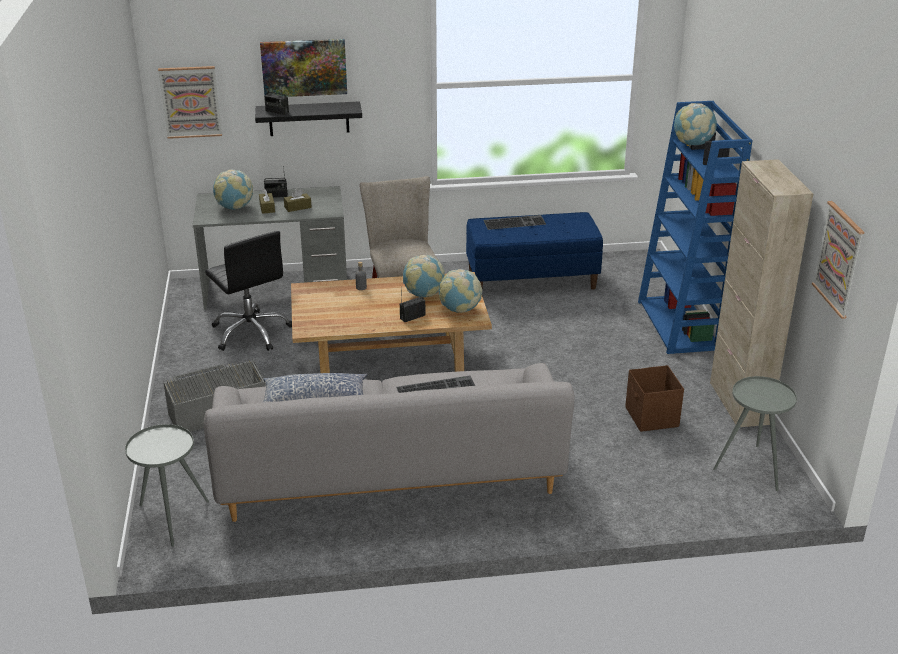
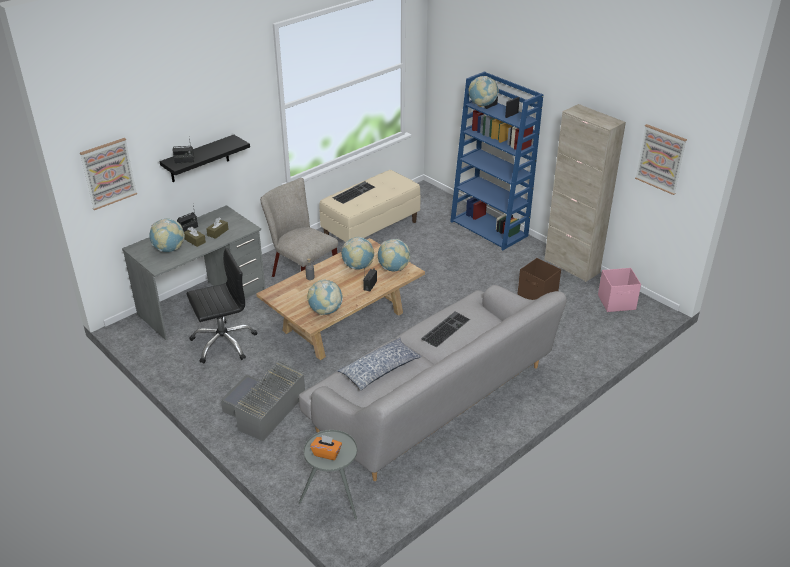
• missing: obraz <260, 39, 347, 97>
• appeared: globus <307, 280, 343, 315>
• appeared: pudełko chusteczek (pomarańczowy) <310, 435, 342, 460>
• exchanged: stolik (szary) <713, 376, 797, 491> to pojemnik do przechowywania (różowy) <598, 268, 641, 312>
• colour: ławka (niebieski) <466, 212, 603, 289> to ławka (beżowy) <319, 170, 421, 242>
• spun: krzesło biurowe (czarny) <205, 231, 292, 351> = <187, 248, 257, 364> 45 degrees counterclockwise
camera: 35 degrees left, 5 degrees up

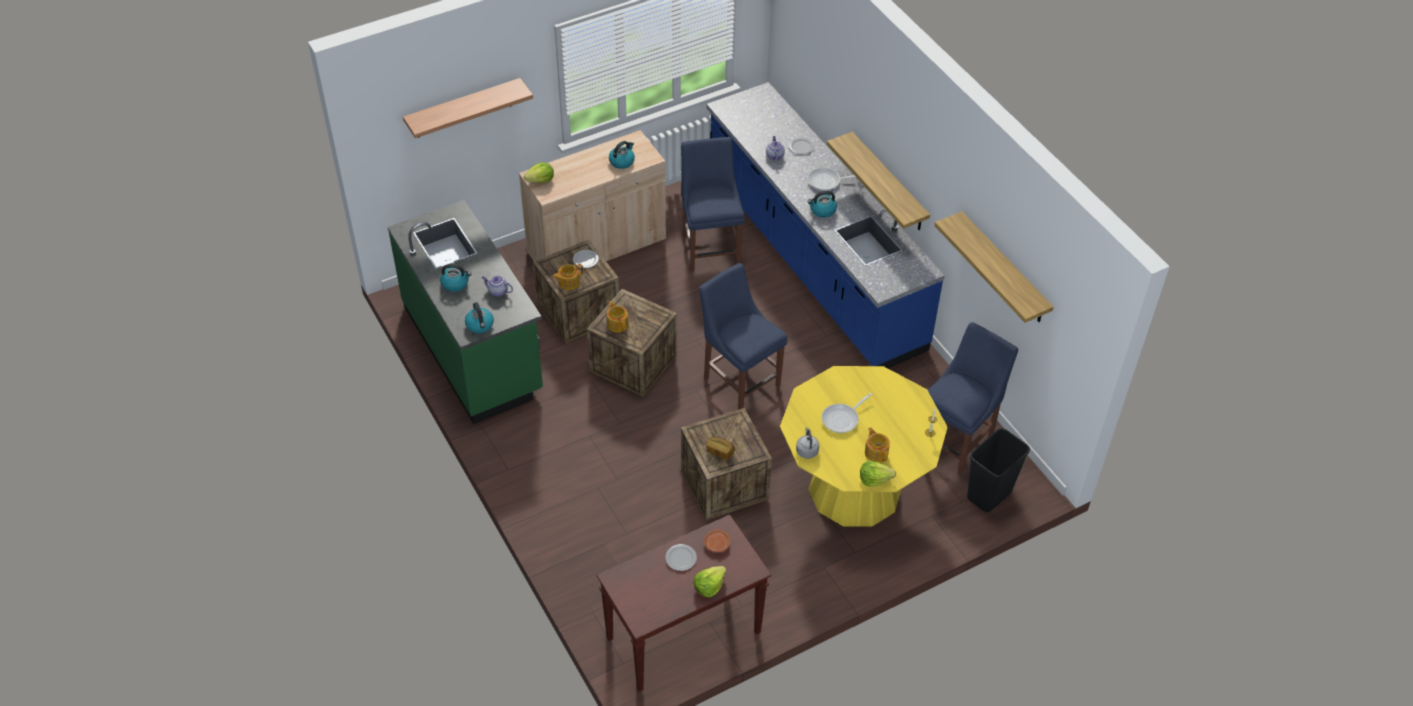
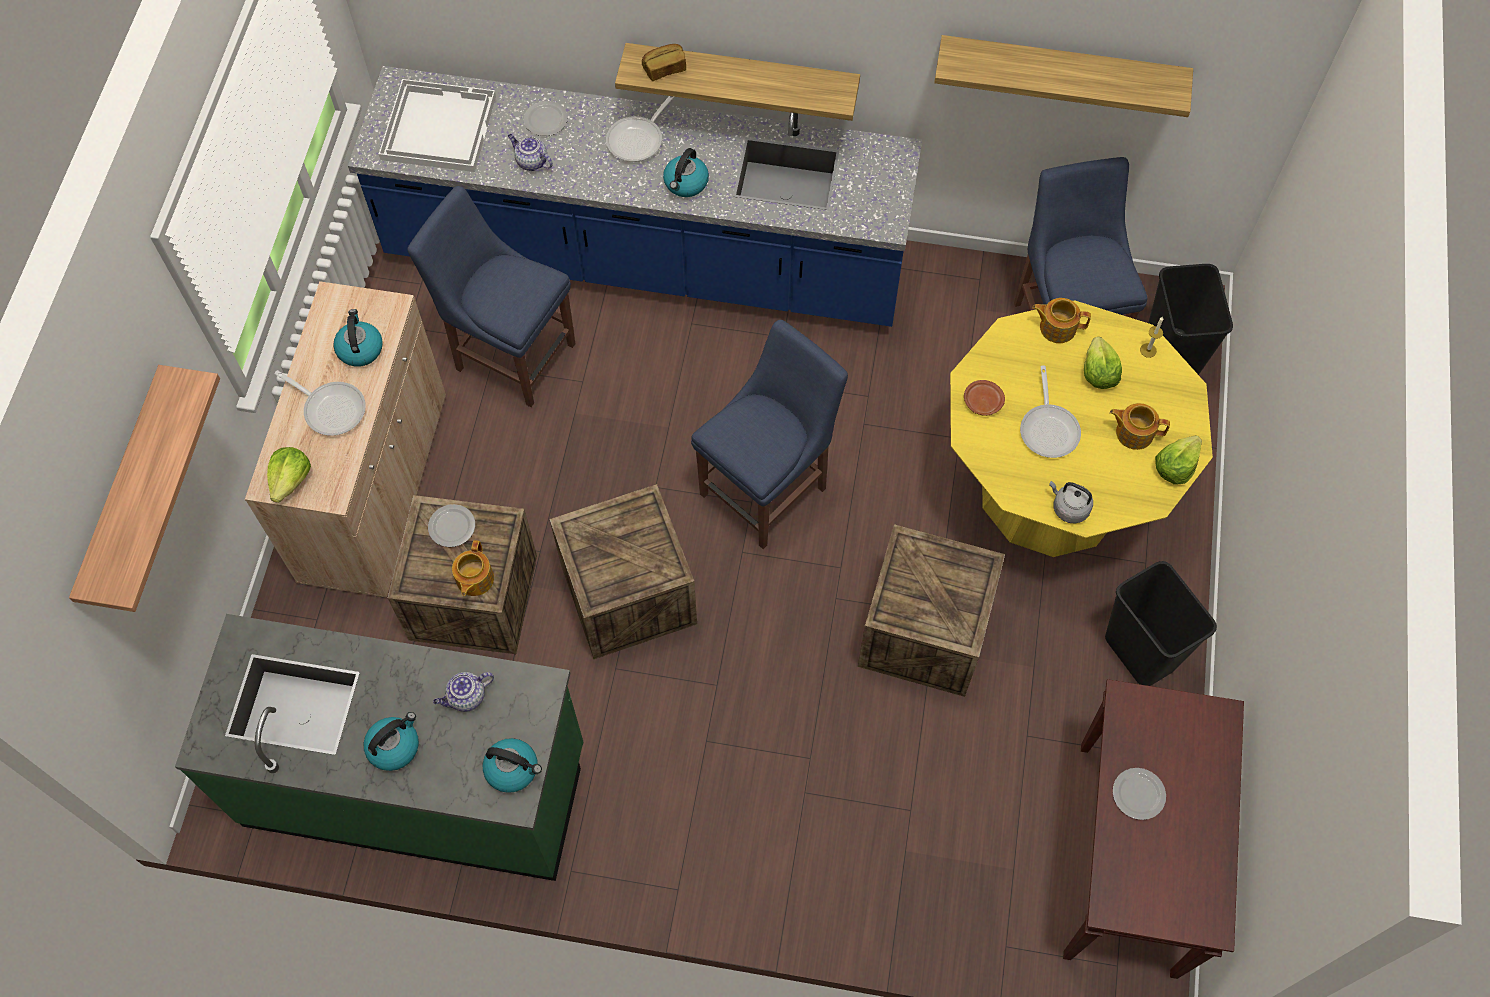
• appeared: patelnia <274, 370, 366, 436>
• appeared: taca (biały) <379, 79, 496, 172>
• appeared: kosz na śmieci (czarny) <1105, 561, 1217, 686>
• relocated: imbryk <607, 301, 628, 332> to <1032, 298, 1091, 343>
• relocated: sałata <693, 566, 726, 597> to <1084, 337, 1122, 389>
• relocated: talerz (brązowy) <704, 529, 731, 552> to <964, 380, 1005, 416>
• relocated: chleb <706, 437, 735, 461> to <642, 44, 686, 81>
• spun: krzesło (niebieski) <699, 263, 788, 410> = <691, 320, 848, 549> 135 degrees clockwise
camera: 50 degrees left, 15 degrees up

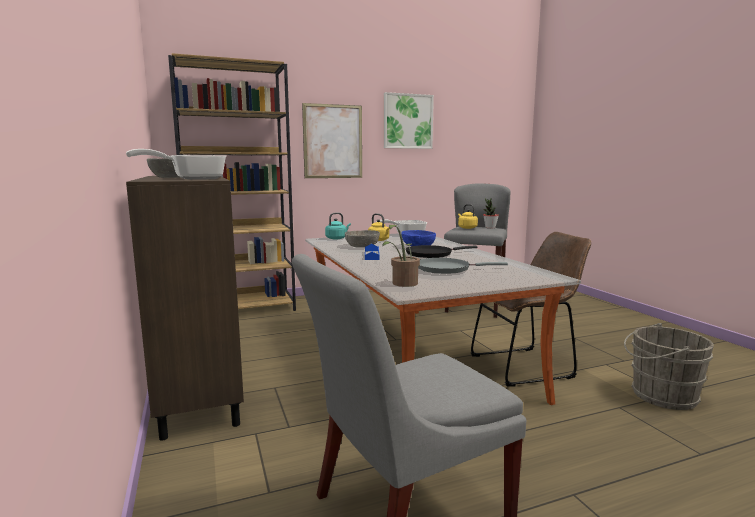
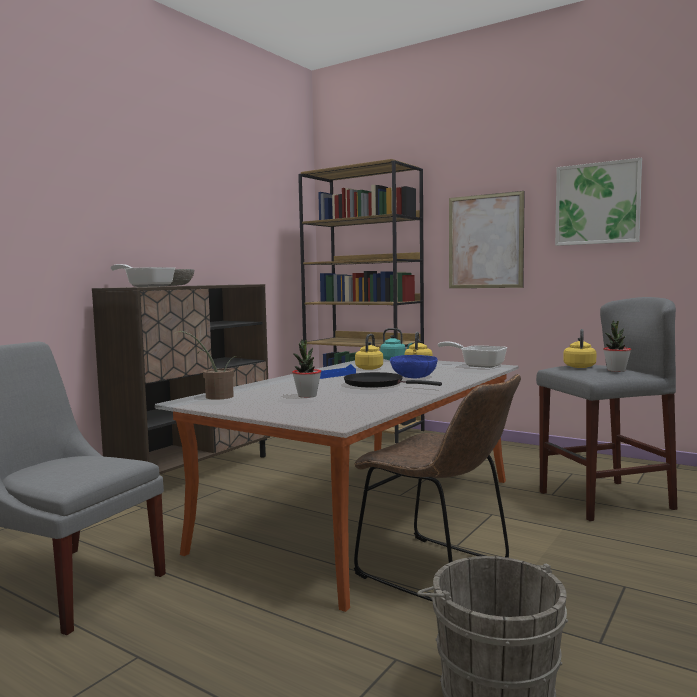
• exchanged: miska (szary) <345, 230, 380, 248> to czajnik (żółty) <355, 334, 383, 370>
• exchanged: patelnia (szary) <418, 258, 508, 274> to roślina doniczkowa <292, 339, 321, 398>
camera: 55 degrees right, 5 degrees down

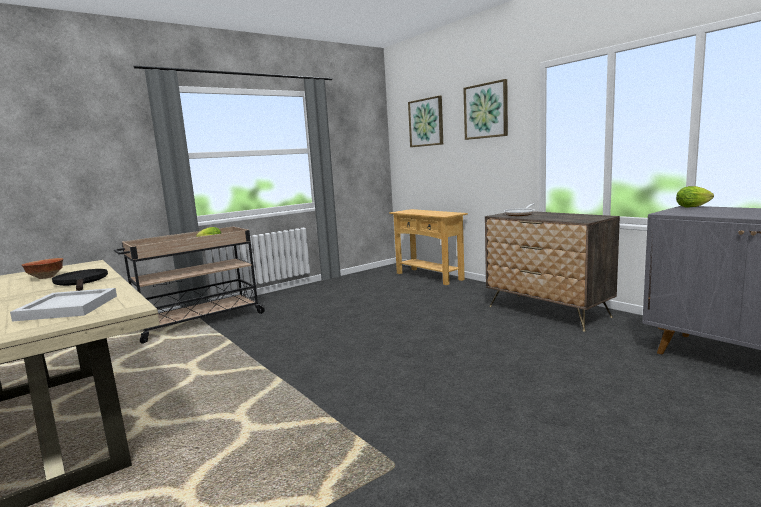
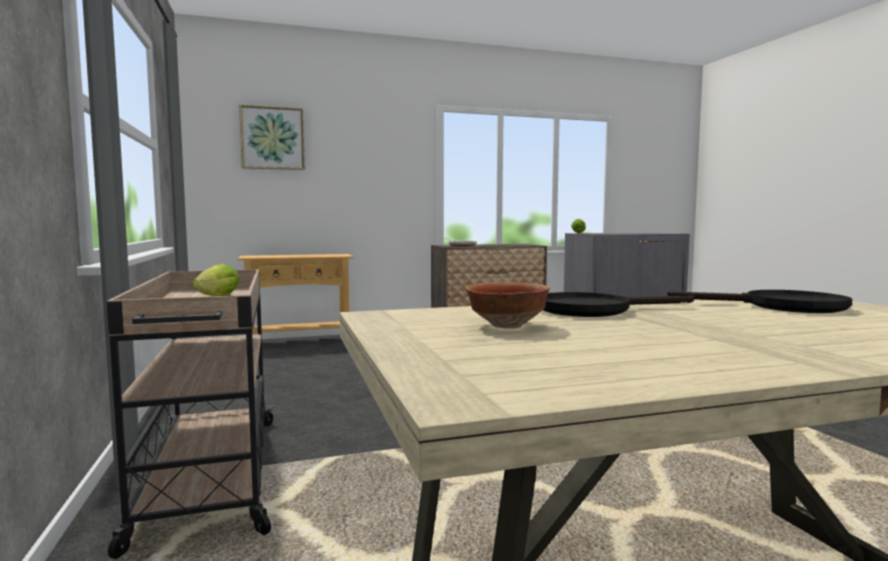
• missing: obraz <463, 79, 508, 140>
• exchanged: taca (biały) <10, 288, 117, 322> to patelnia (czarny) <668, 290, 852, 313>
camera: 70 degrees left, 5 degrees down

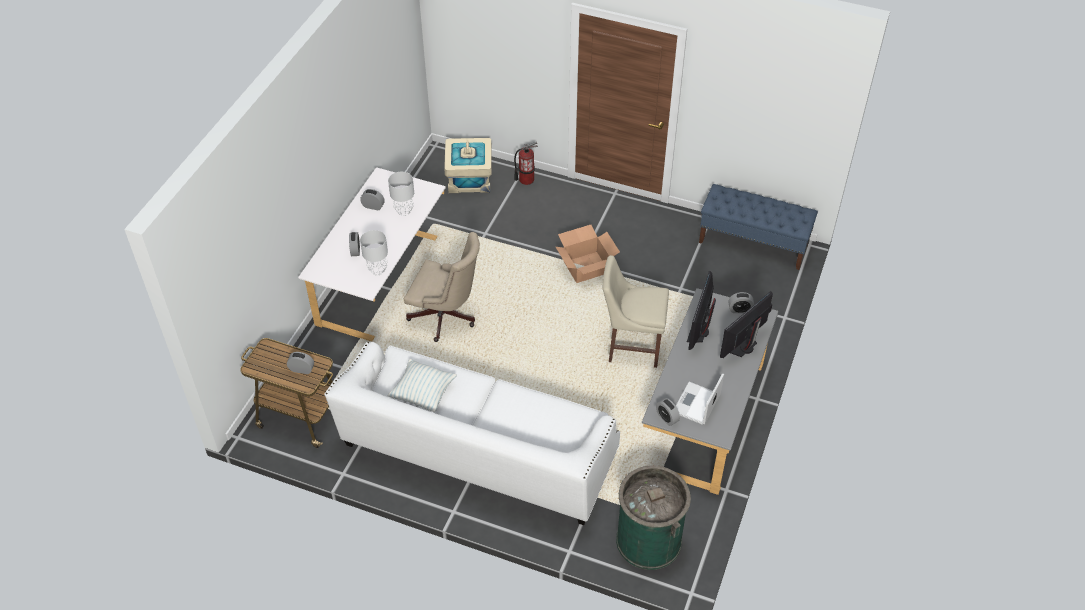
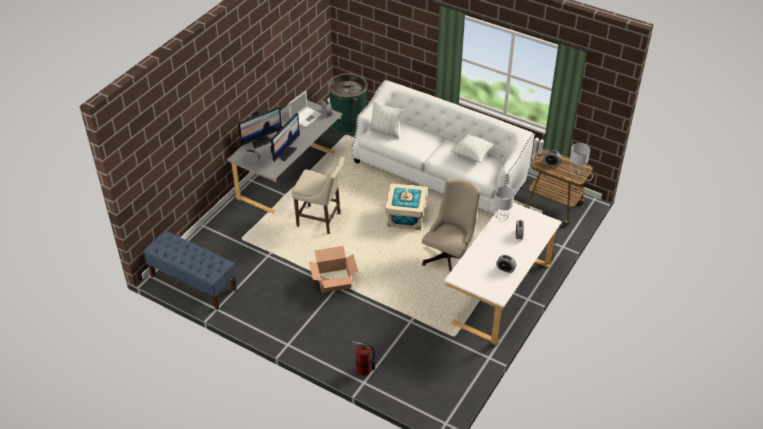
• appeared: poduszka <369, 101, 403, 139>
• relocated: lampa stołowa (szary) <388, 172, 414, 216> to <570, 143, 590, 177>
• relocated: pojemnik do przechowywania (beżowy) <444, 138, 492, 193> to <386, 183, 427, 230>
• spun: krzesło biurowe (beżowy) <404, 232, 480, 342> = <422, 178, 481, 272> 90 degrees clockwise
camera: 170 degrees left, 5 degrees down

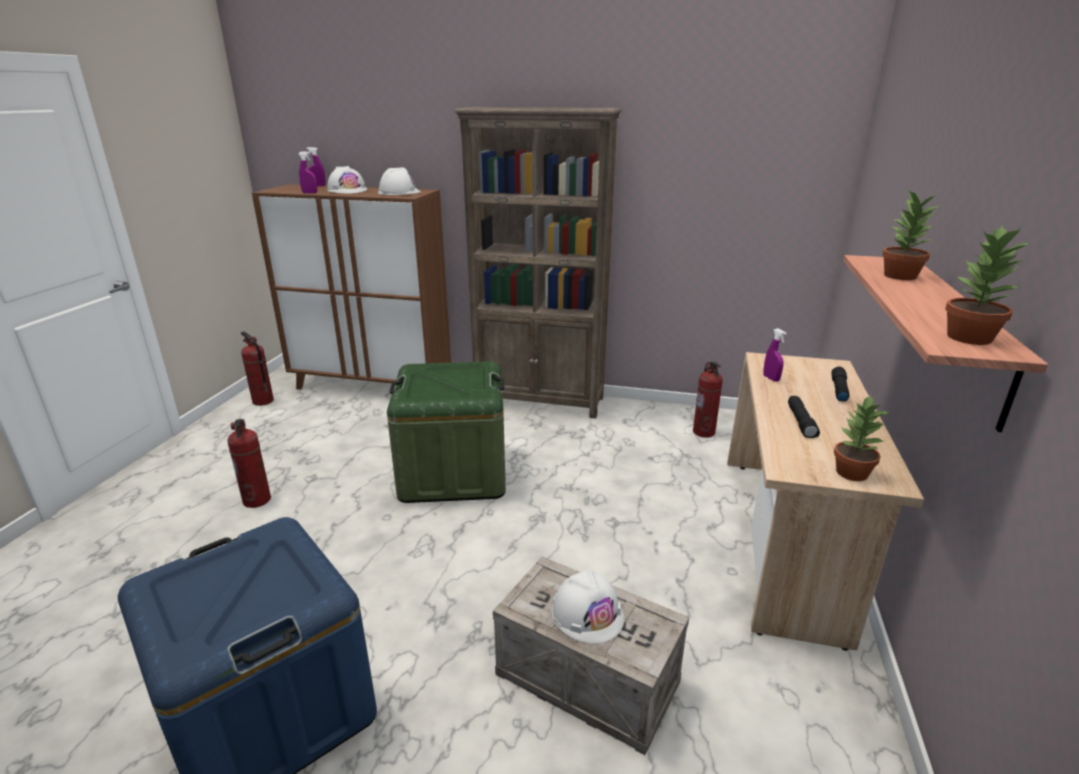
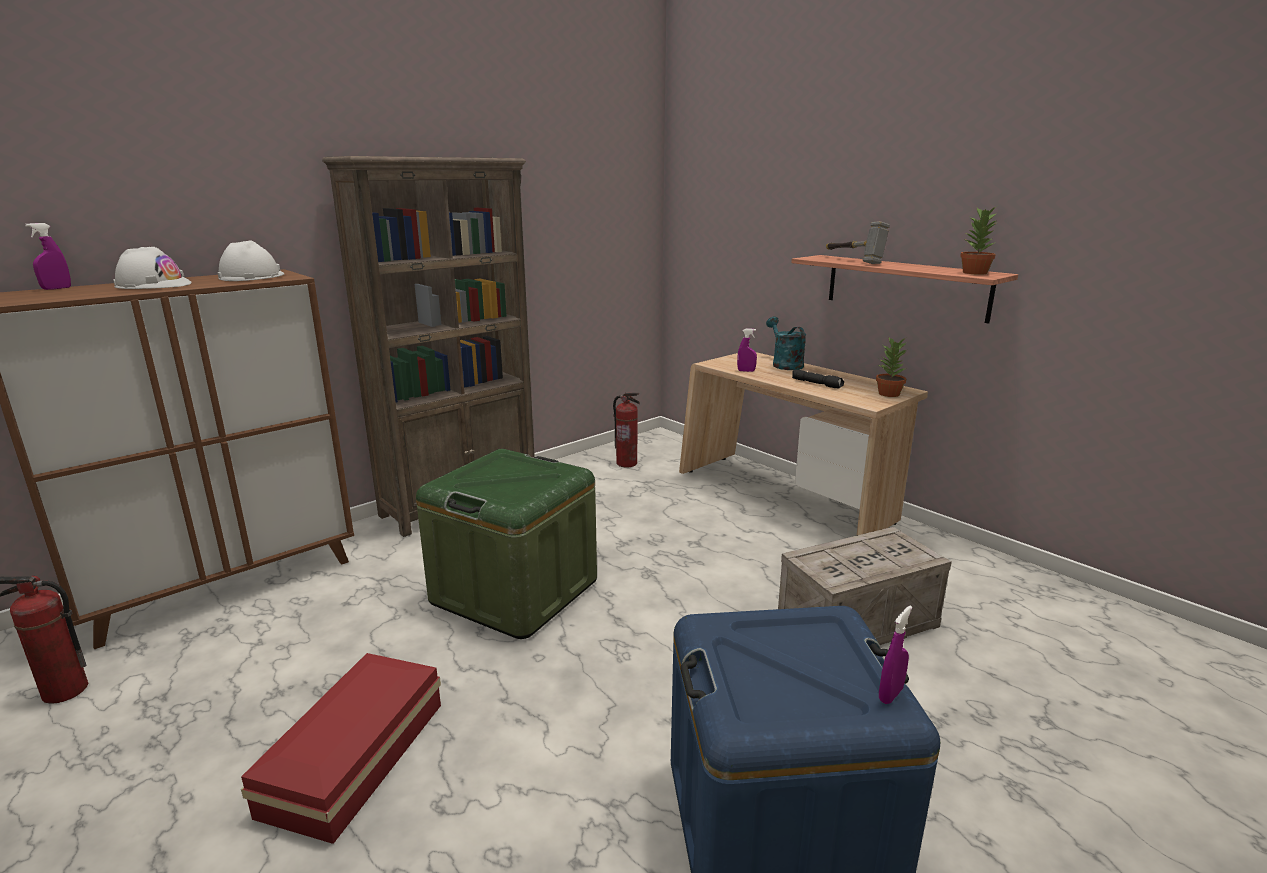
• missing: kask (biały) <551, 570, 624, 644>
• relocated: spryskiwacz (fioletowy) <299, 152, 317, 193> to <879, 606, 912, 704>
• exchanged: gaśnica <227, 419, 271, 508> to pojemnik do przechowywania (czerwony) <241, 653, 441, 844>
• exchanged: latarka (czarny) <832, 366, 850, 402> to konewka (turkusowy) <766, 317, 806, 370>
• exchanged: roślina doniczkowa <882, 189, 940, 280> to młotek <826, 221, 890, 264>
camera: 55 degrees left, 5 degrees down

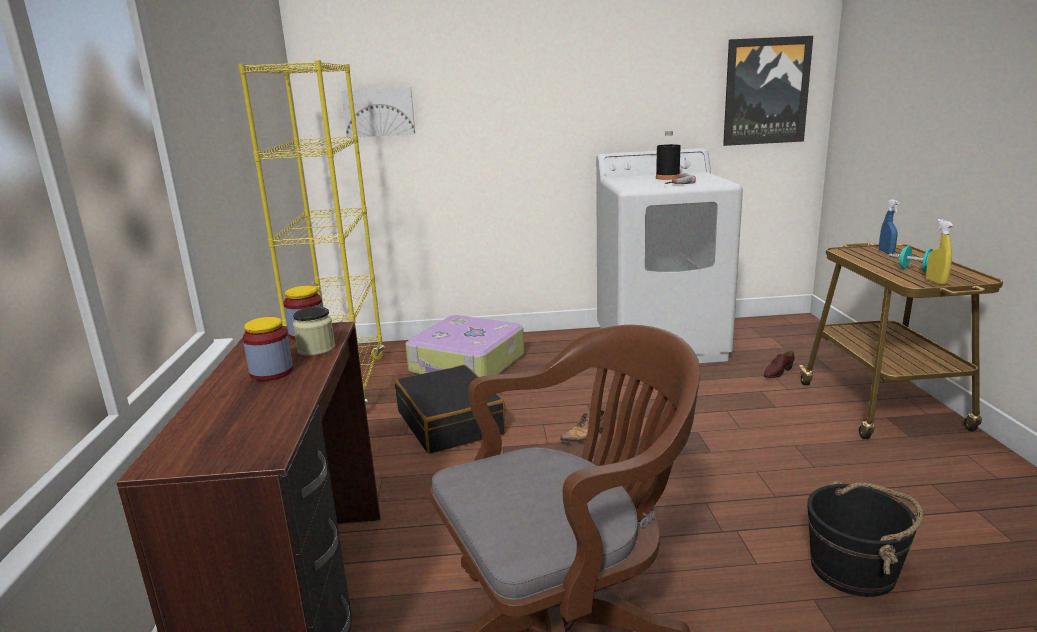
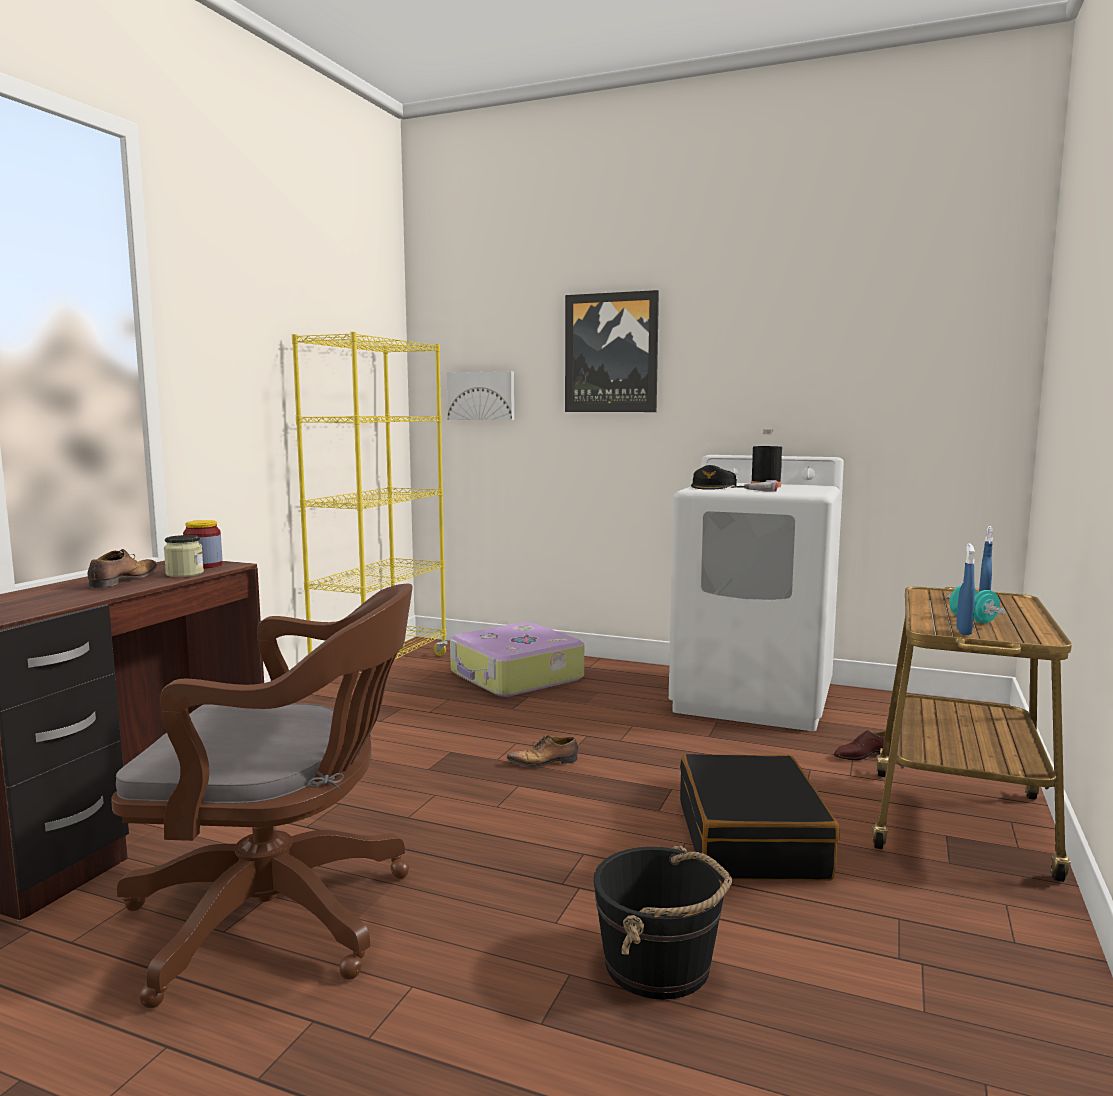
• appeared: czapka z daszkiem (czarny) <691, 465, 737, 490>
• relocated: walizka (czarny) <395, 365, 505, 454> to <680, 754, 840, 881>
• relocated: obraz <723, 36, 813, 146> to <565, 290, 659, 412>
• exchanged: słoik <243, 317, 293, 381> to but <87, 549, 157, 588>
• colour: spryskiwacz (żółty) <926, 219, 953, 285> to spryskiwacz (niebieski) <956, 543, 975, 635>
camera: 25 degrees right, 10 degrees down

